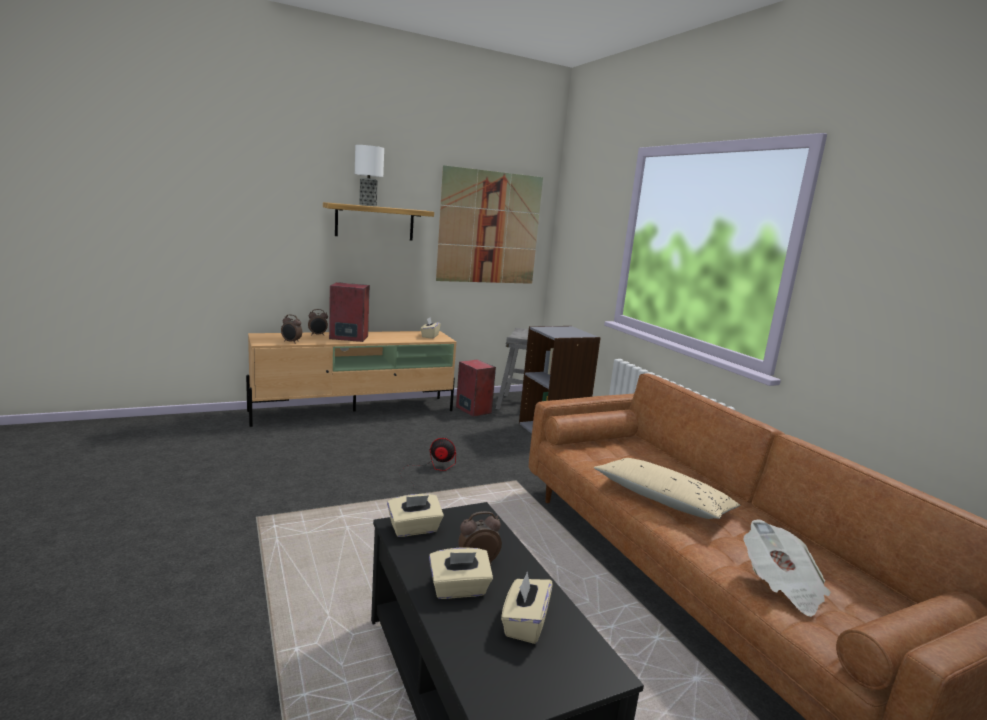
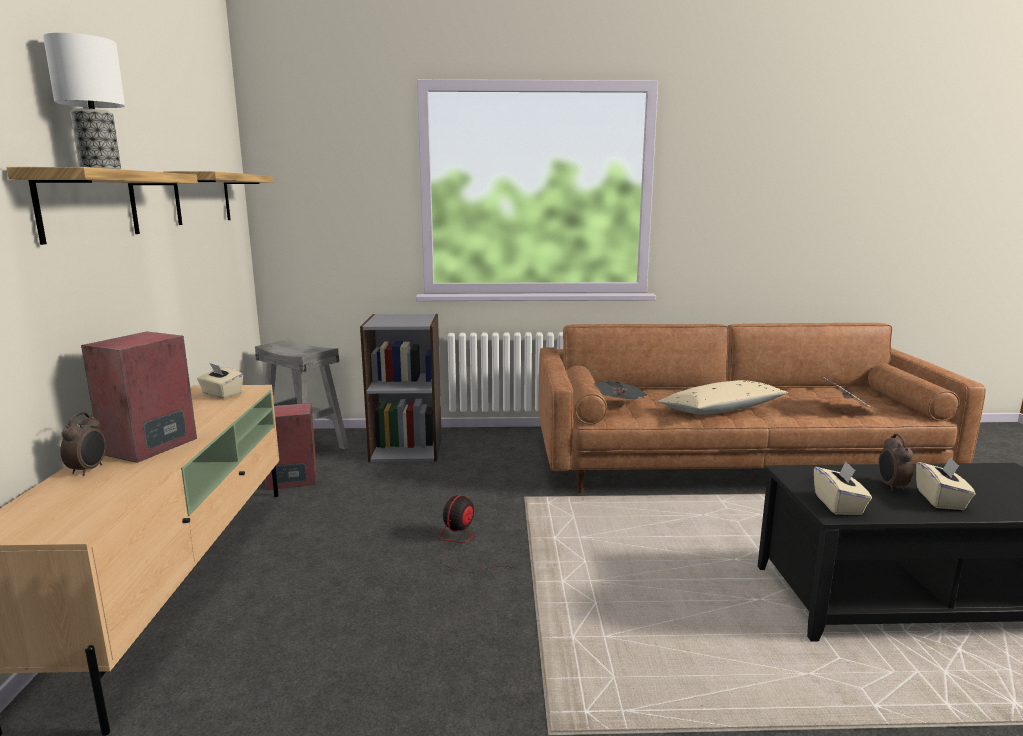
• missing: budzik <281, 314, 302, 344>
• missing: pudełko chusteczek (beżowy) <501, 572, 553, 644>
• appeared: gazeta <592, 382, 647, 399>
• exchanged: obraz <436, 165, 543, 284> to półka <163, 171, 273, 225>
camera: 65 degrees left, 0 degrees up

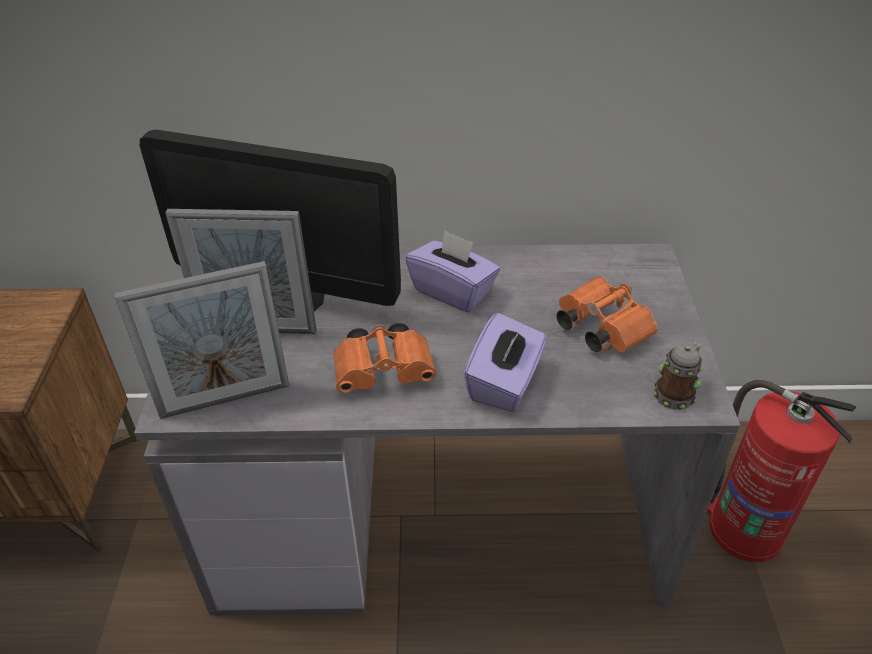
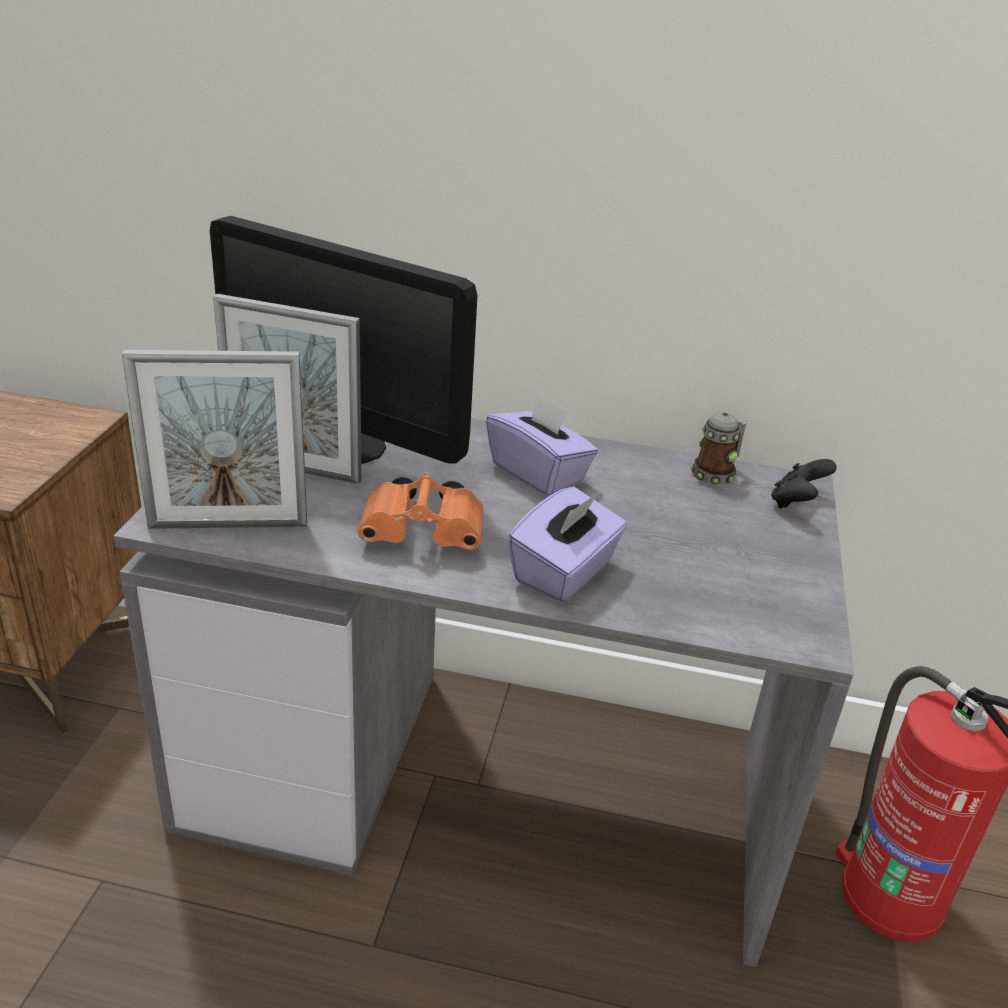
• missing: lornetka (pomarańczowy) <557, 276, 658, 353>
• appeared: pad do gier (czarny) <771, 459, 837, 508>
• relocated: kubek <654, 341, 702, 410> to <691, 411, 747, 485>
camera: 10 degrees right, 10 degrees down

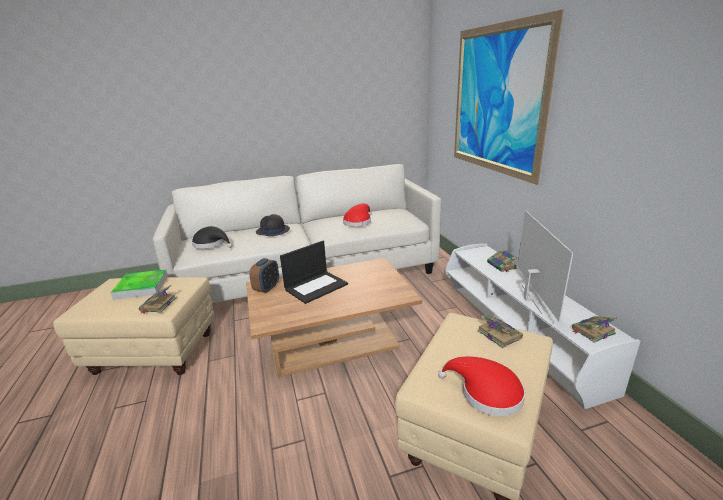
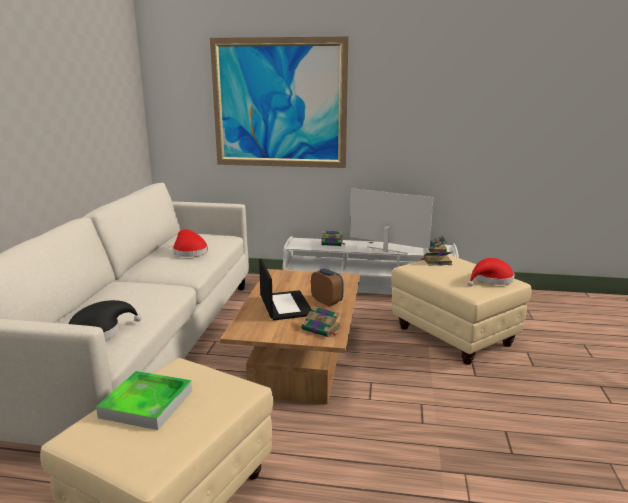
• missing: kapelusz (czarny) <256, 214, 290, 236>
• relocated: książka <139, 285, 177, 314> to <301, 306, 341, 337>
• relocated: budzik <249, 258, 279, 293> to <311, 268, 344, 306>
camera: 65 degrees left, 5 degrees down

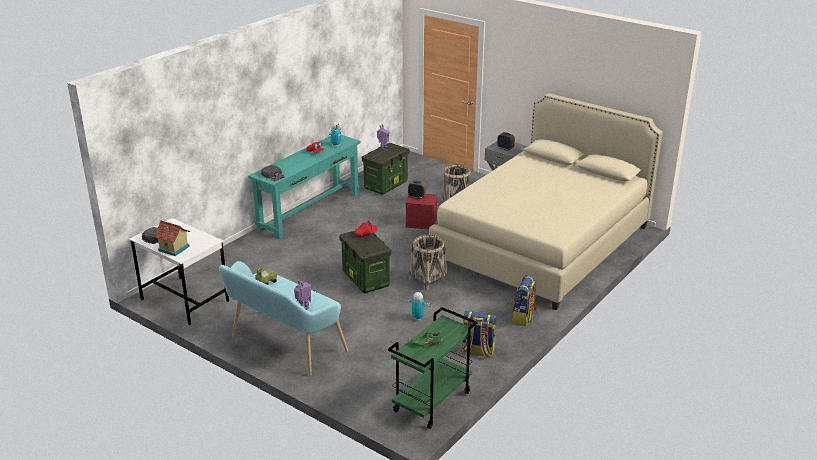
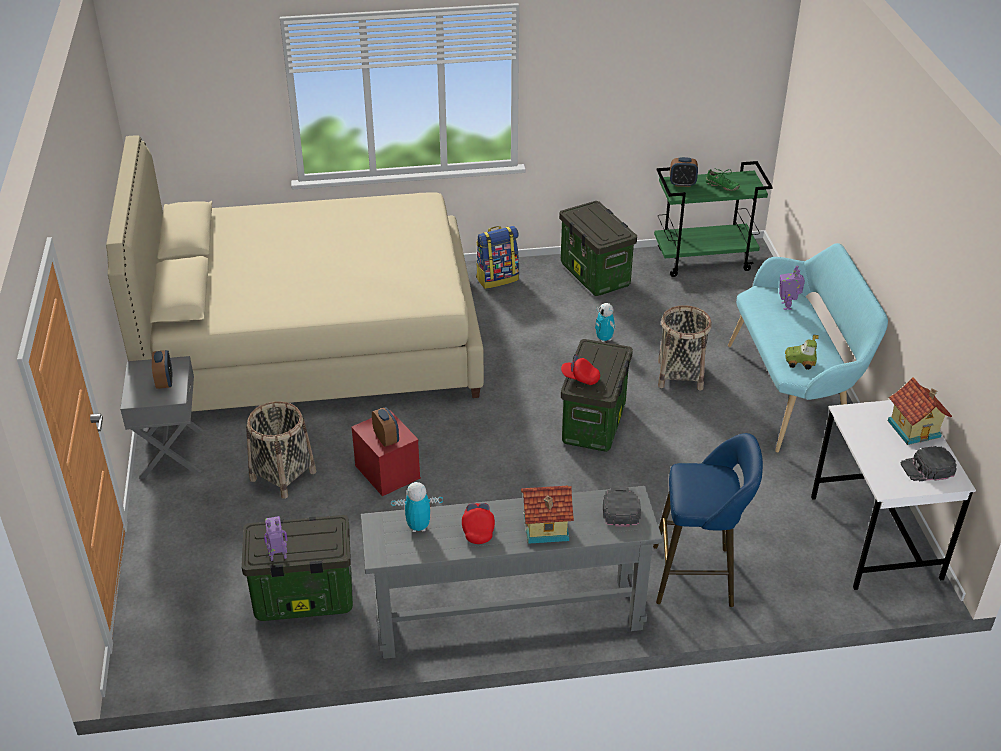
• appeared: domek <521, 486, 574, 544>
• appeared: stołek (niebieski) <653, 433, 763, 607>
• appeared: budzik <670, 157, 698, 187>
• relocated: koszyk <409, 235, 447, 291> to <658, 305, 712, 391>
• exchanged: plecak <461, 311, 496, 357> to pojemnik do przechowywania <559, 201, 637, 296>
• colour: stolik konsolowy (turkusowy) <248, 135, 361, 239> to stolik konsolowy (szary) <361, 486, 663, 659>
camera: 135 degrees left, 10 degrees up

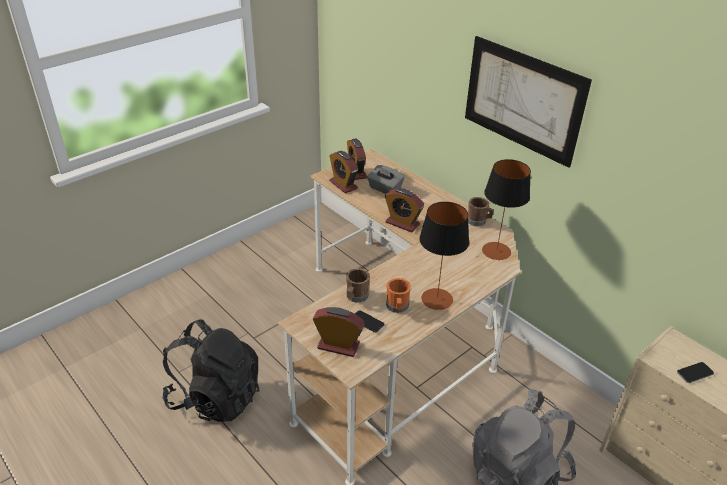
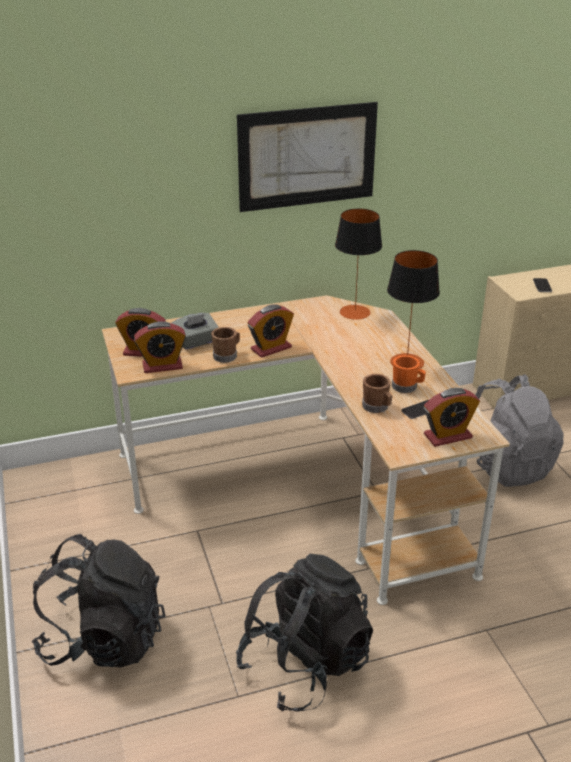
• appeared: plecak (czarny) <32, 534, 165, 668>
• relocated: kubek (brązowy) <468, 197, 494, 226> to <211, 327, 240, 363>
• spun: budzik <313, 307, 365, 357> = <424, 388, 480, 447> 150 degrees counterclockwise
camera: 65 degrees left, 5 degrees down

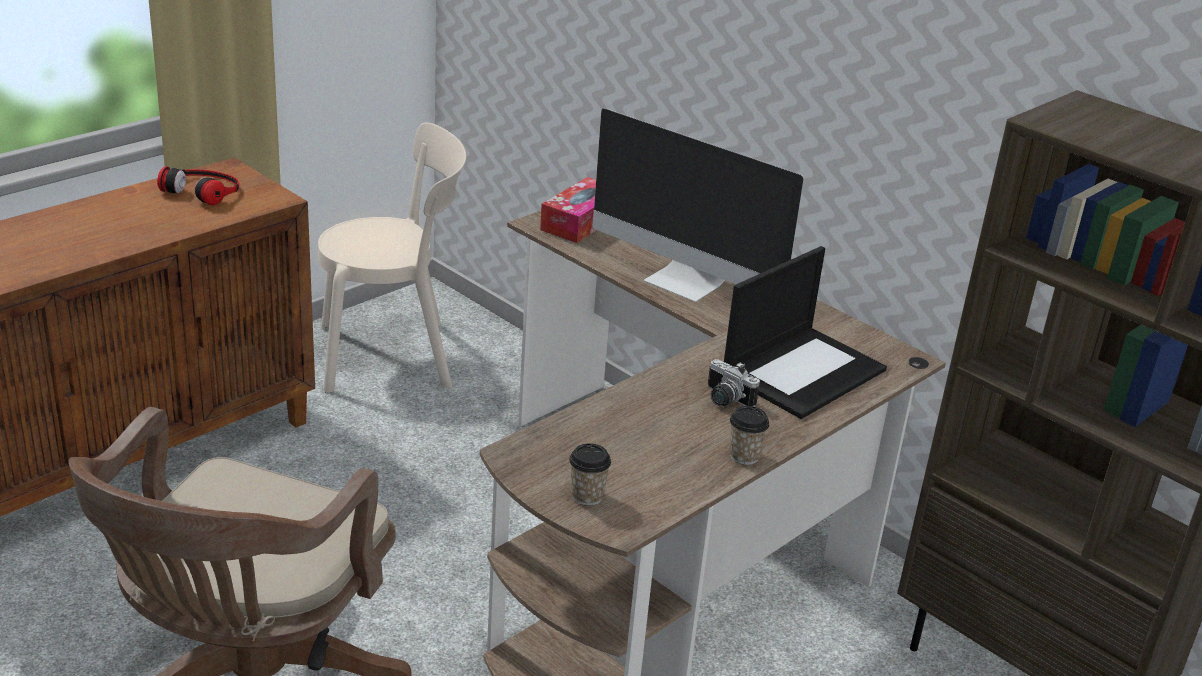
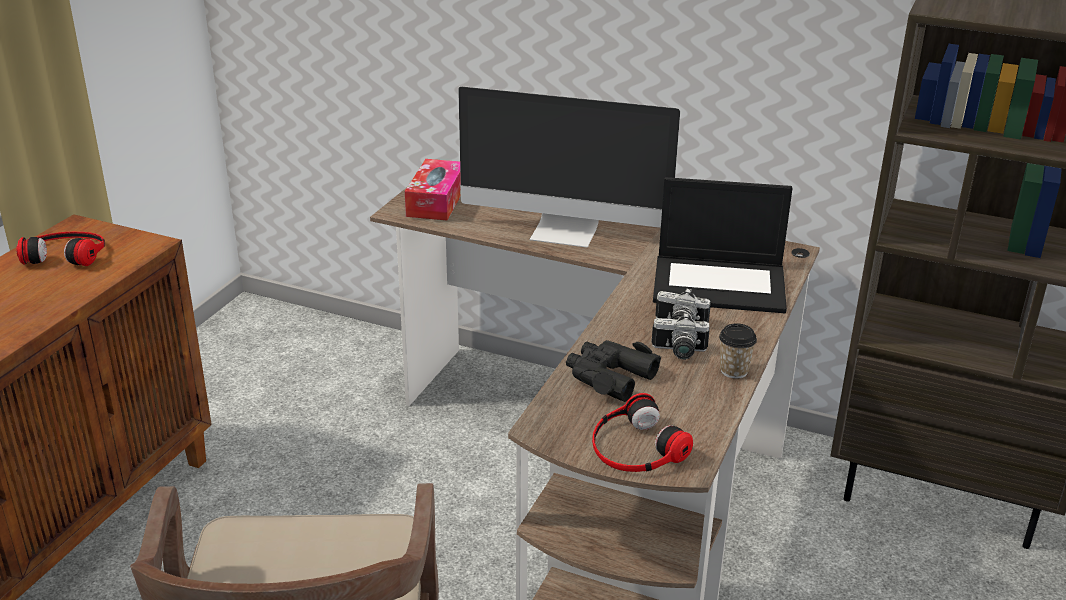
• missing: krzesło (beżowy) <318, 122, 466, 393>
• appeared: lornetka (czarny) <566, 340, 662, 402>
• appeared: aparat fotograficzny <651, 312, 710, 360>
• exchanged: filiżanka <569, 443, 611, 506> to słuchawki <592, 393, 693, 472>
• spun: laptop <724, 246, 887, 419> = <653, 177, 792, 313> 75 degrees clockwise
camera: 20 degrees left, 0 degrees up

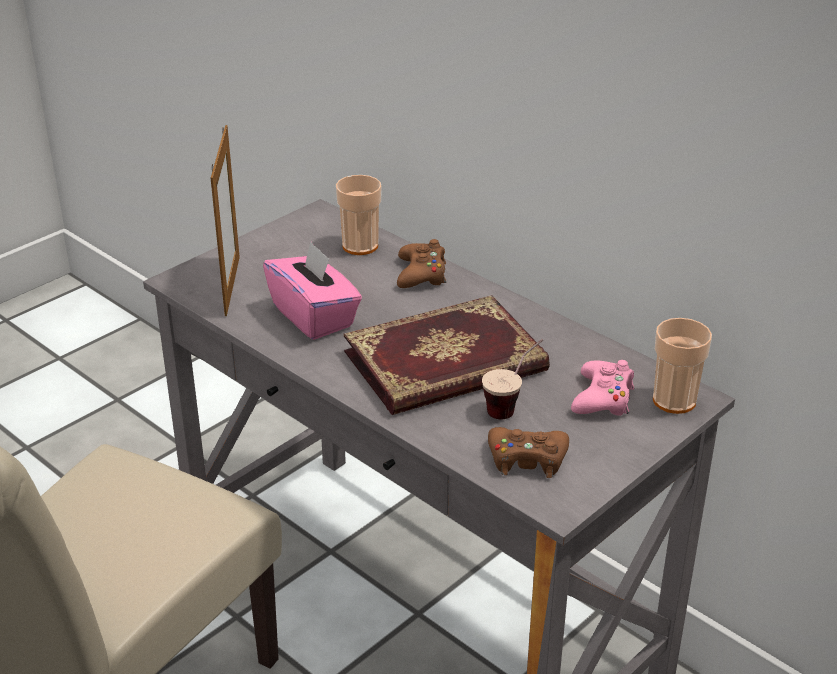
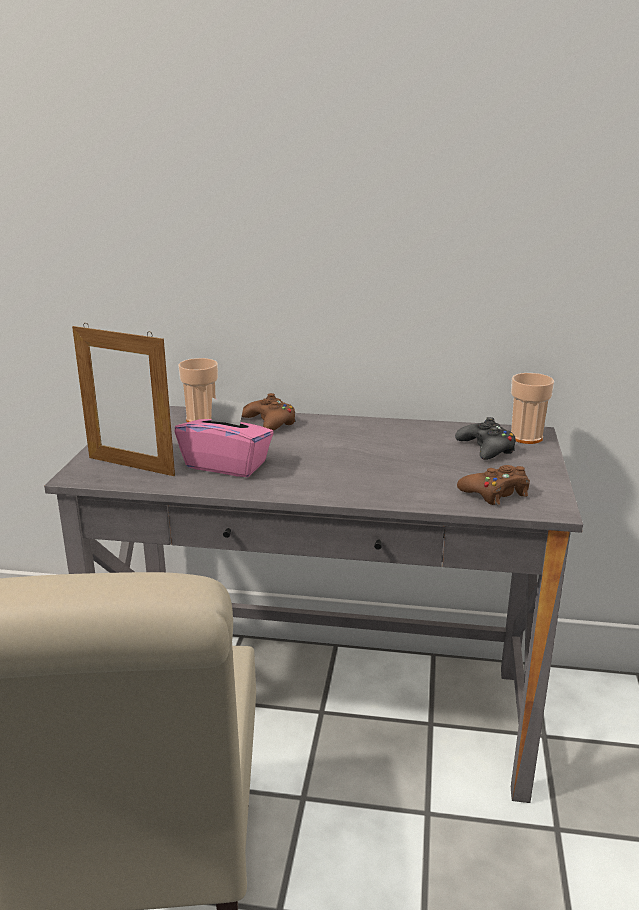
• missing: książka <344, 295, 550, 415>
• missing: filiżanka <482, 339, 543, 419>
• colour: pad do gier (różowy) <571, 360, 634, 416> to pad do gier (czarny) <455, 417, 516, 460>
• spun: ramka na zdjęcie <211, 125, 240, 316> = <72, 323, 175, 476> 150 degrees clockwise
camera: 35 degrees left, 10 degrees down

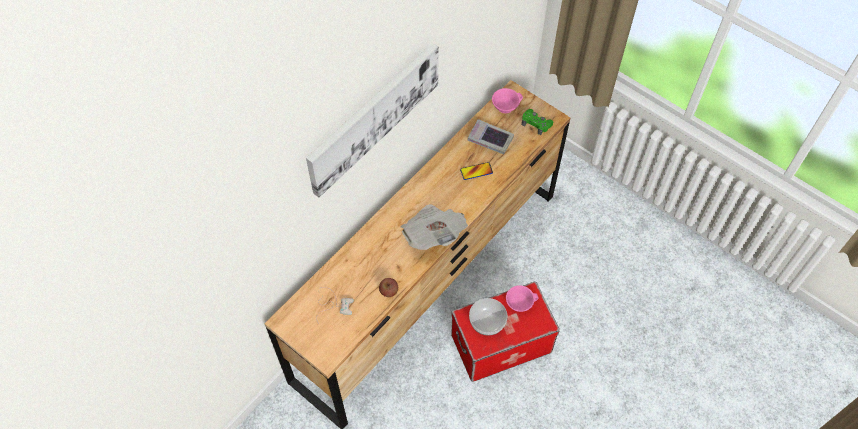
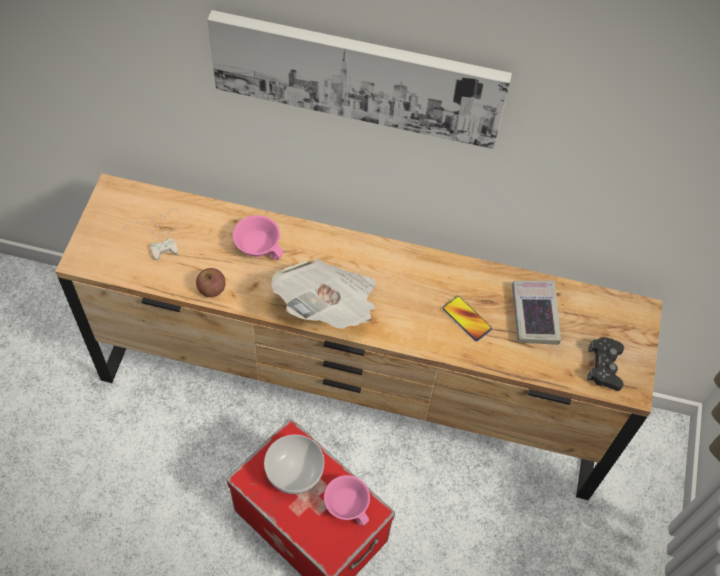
• relocated: filiżanka (różowy) <492, 88, 523, 113> to <233, 215, 283, 260>
• colour: pad do gier (zielony) <522, 109, 553, 135> to pad do gier (czarny) <587, 337, 624, 391>
camera: 60 degrees right, 0 degrees up

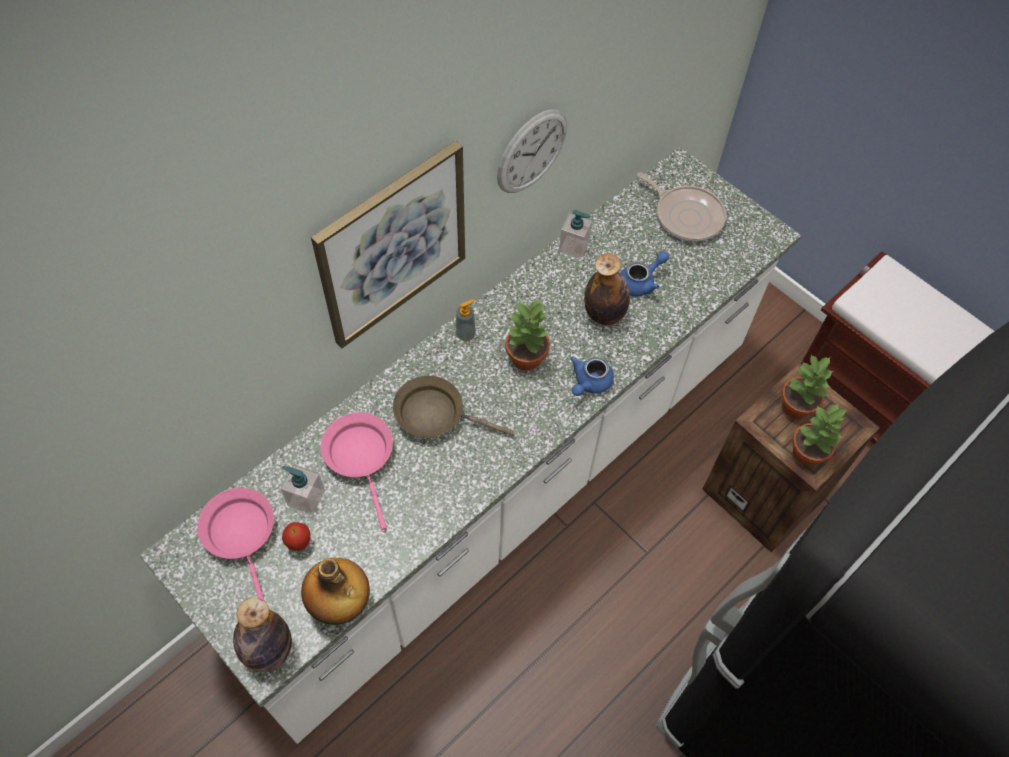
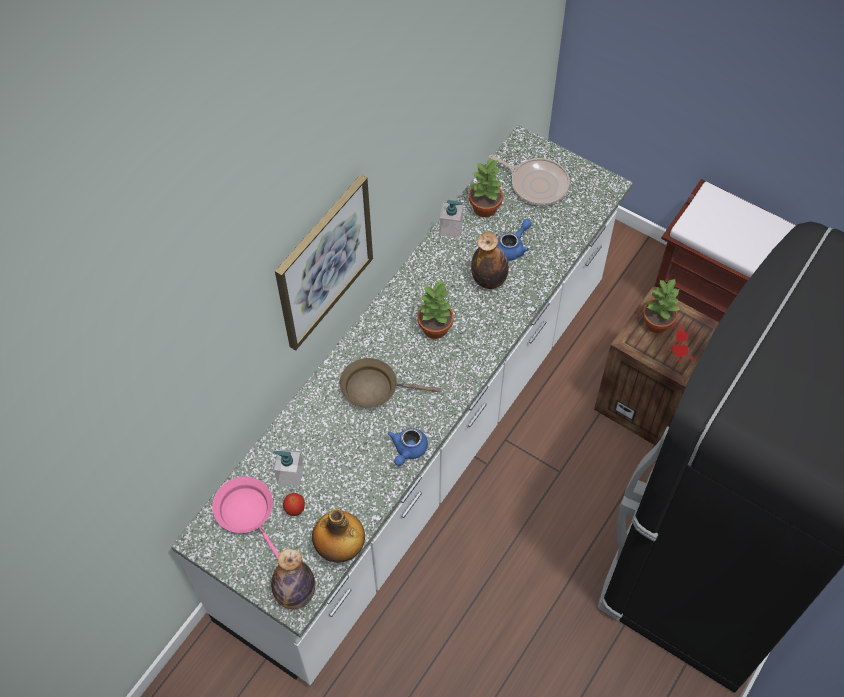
• missing: patelnia (różowy) <321, 412, 393, 530>
• missing: dozownik mydła <455, 299, 476, 341>
• missing: zegar ścienny <497, 109, 567, 193>
• relocated: imbryk (niebieski) <570, 357, 614, 396> to <388, 428, 428, 466>
• relocated: roślina doniczkowa <792, 403, 847, 466> to <469, 158, 503, 217>
camera: 10 degrees left, 0 degrees up

